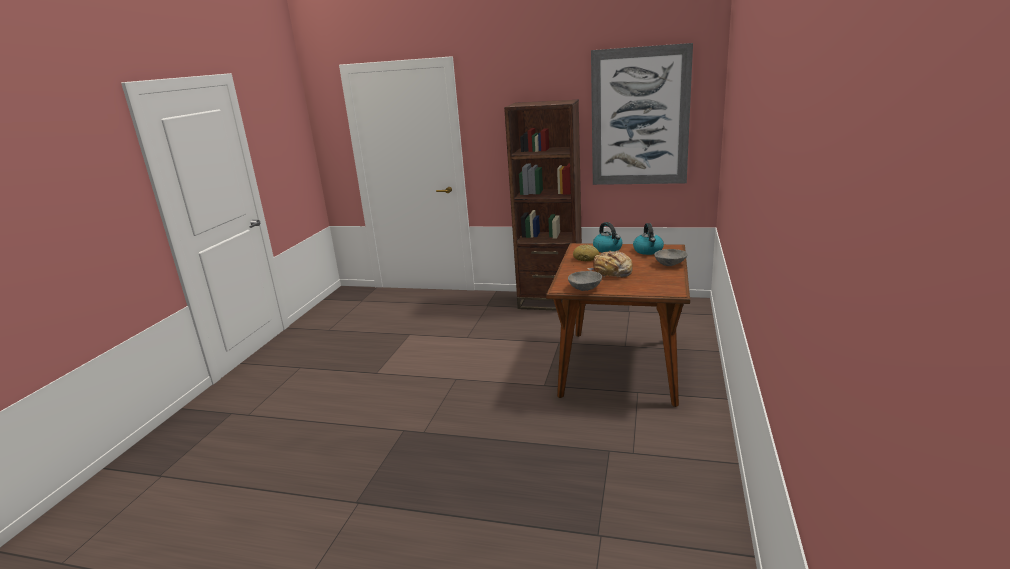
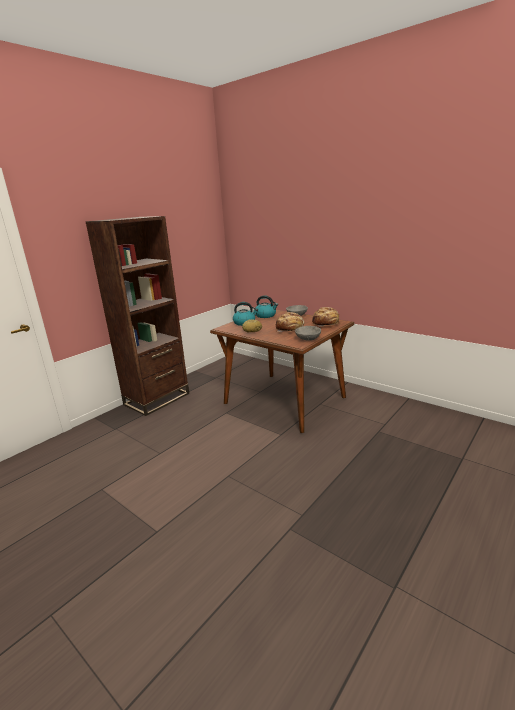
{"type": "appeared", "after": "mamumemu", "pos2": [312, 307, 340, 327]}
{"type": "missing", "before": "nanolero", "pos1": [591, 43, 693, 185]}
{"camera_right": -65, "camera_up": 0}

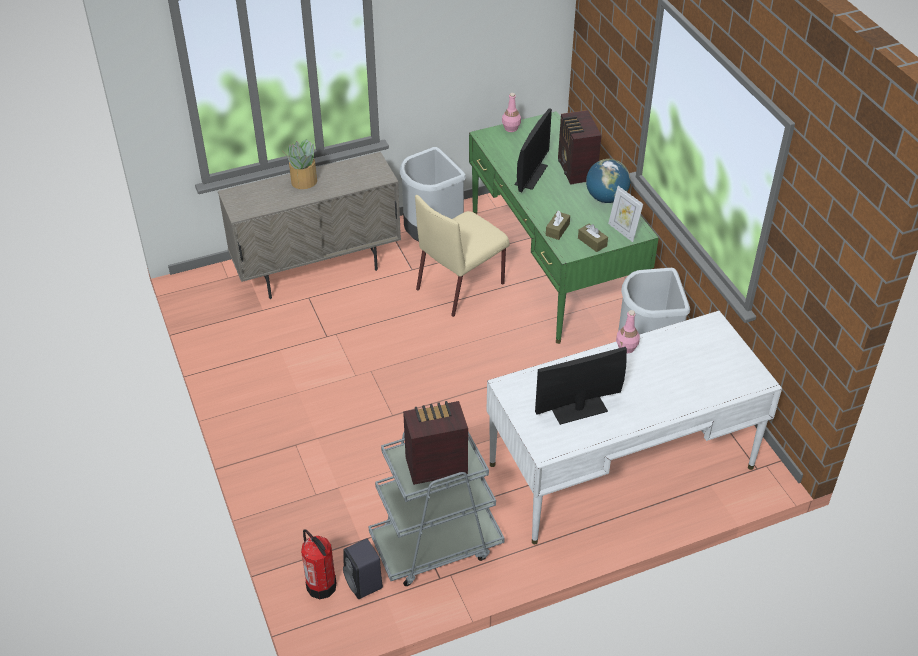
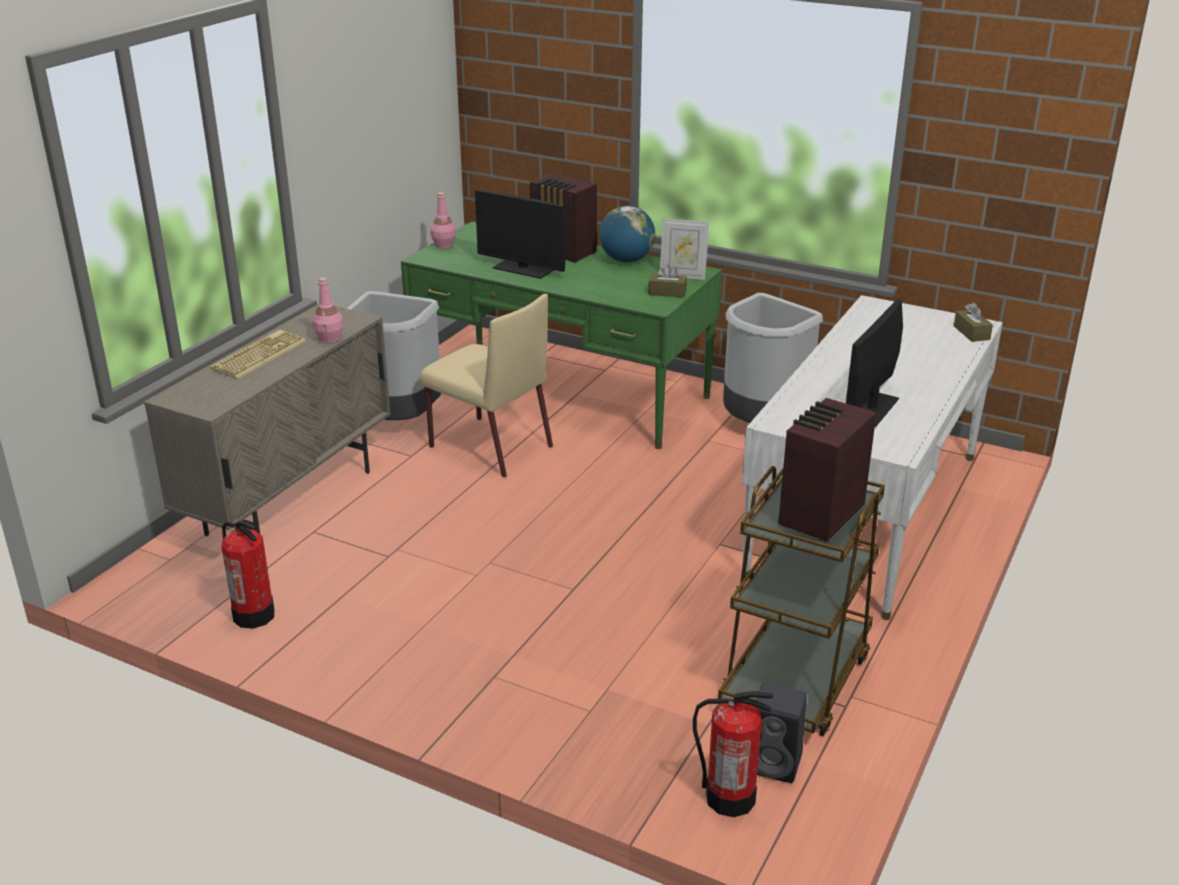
{"type": "exchanged", "before": "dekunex", "after": "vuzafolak", "pos1": [283, 139, 317, 189], "pos2": [210, 330, 306, 379]}
{"type": "appeared", "after": "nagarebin", "pos2": [222, 521, 275, 629]}
{"type": "relocated", "before": "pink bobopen", "pos1": [616, 310, 640, 353], "pos2": [312, 277, 344, 343]}
{"type": "spun", "before": "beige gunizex", "pos1": [415, 195, 510, 317], "pos2": [419, 294, 553, 477], "turn": -60}
{"type": "spun", "before": "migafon", "pos1": [514, 108, 552, 192], "pos2": [475, 189, 566, 279], "turn": 135}
{"type": "colour", "before": "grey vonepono", "after": "brown vonepono", "pos1": [368, 432, 505, 586], "pos2": [718, 466, 885, 736]}
{"type": "relocated", "before": "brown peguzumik", "pos1": [546, 210, 570, 240], "pos2": [954, 303, 993, 342]}
{"camera_right": -40, "camera_up": -15}

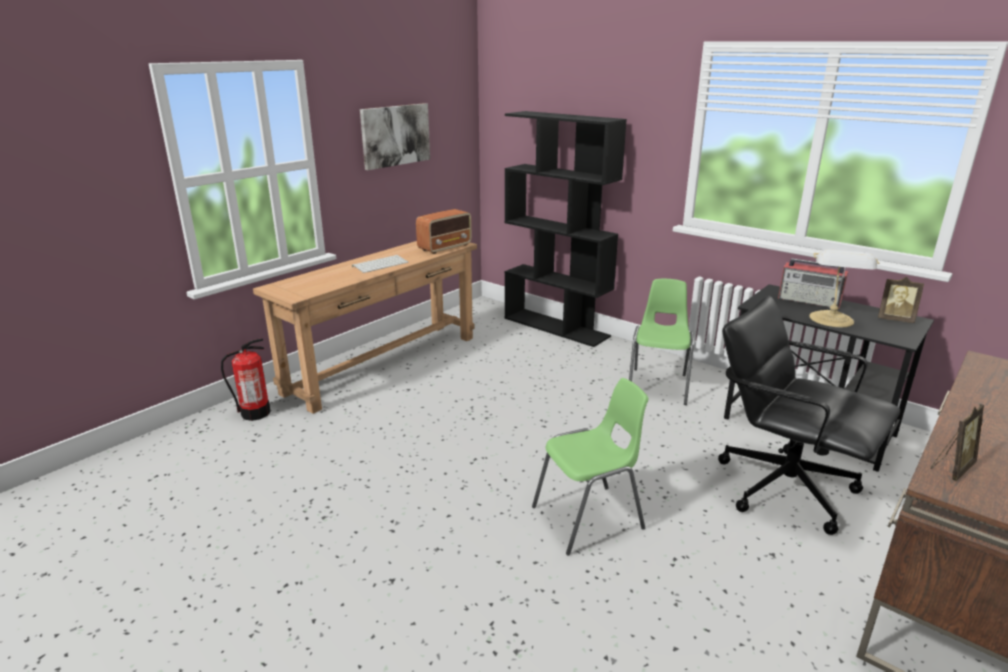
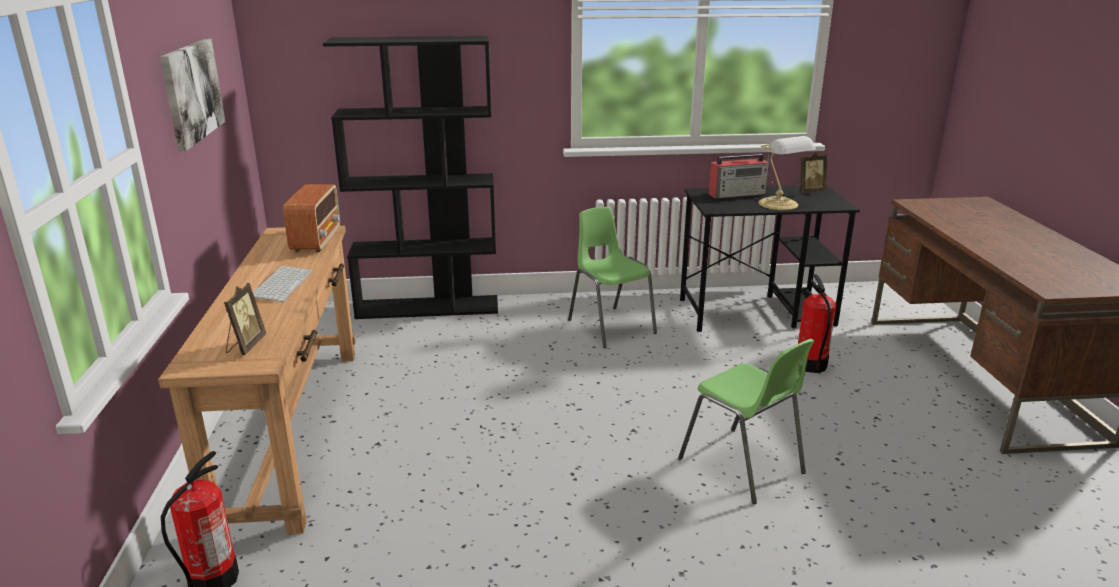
{"type": "relocated", "before": "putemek", "pos1": [930, 404, 984, 481], "pos2": [224, 283, 266, 355]}
{"type": "spun", "before": "green gunizex", "pos1": [532, 378, 648, 556], "pos2": [678, 339, 815, 504], "turn": 120}
{"type": "exchanged", "before": "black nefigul", "after": "nagarebin", "pos1": [718, 295, 900, 535], "pos2": [798, 274, 836, 373]}
{"camera_right": -45, "camera_up": 0}

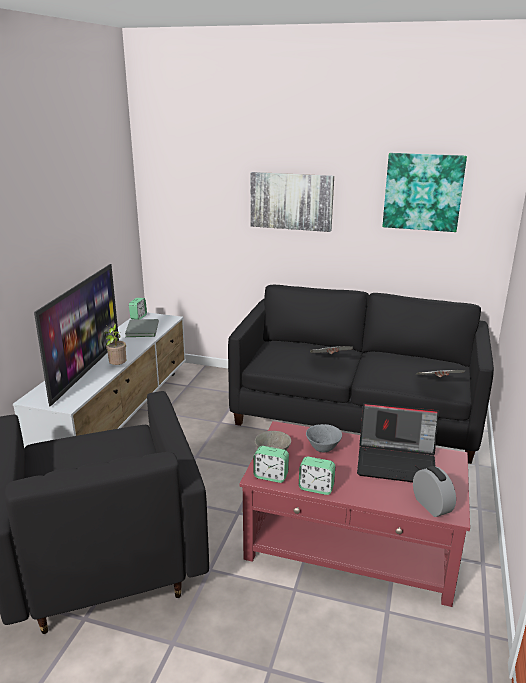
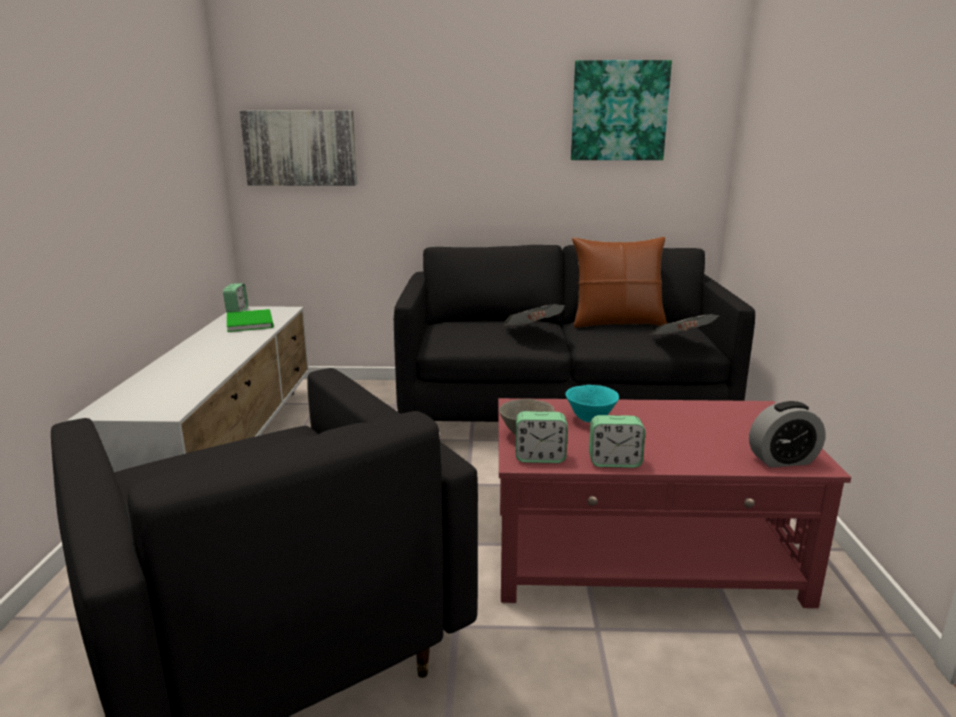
{"type": "colour", "before": "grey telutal", "after": "green telutal", "pos1": [125, 319, 159, 337], "pos2": [227, 309, 274, 332]}
{"type": "relocated", "before": "nanolero", "pos1": [250, 172, 334, 232], "pos2": [239, 111, 357, 186]}
{"type": "colour", "before": "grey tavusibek", "after": "turquoise tavusibek", "pos1": [306, 424, 342, 452], "pos2": [565, 385, 619, 422]}
{"type": "appeared", "after": "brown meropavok", "pos2": [572, 237, 667, 328]}
{"type": "spun", "before": "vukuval", "pos1": [413, 466, 456, 517], "pos2": [749, 401, 825, 468], "turn": 120}
{"type": "missing", "before": "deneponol", "pos1": [34, 264, 119, 406]}
{"type": "missing", "before": "dekunex", "pos1": [104, 324, 126, 365]}
{"type": "missing", "before": "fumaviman", "pos1": [357, 403, 439, 482]}
{"camera_right": -15, "camera_up": -5}

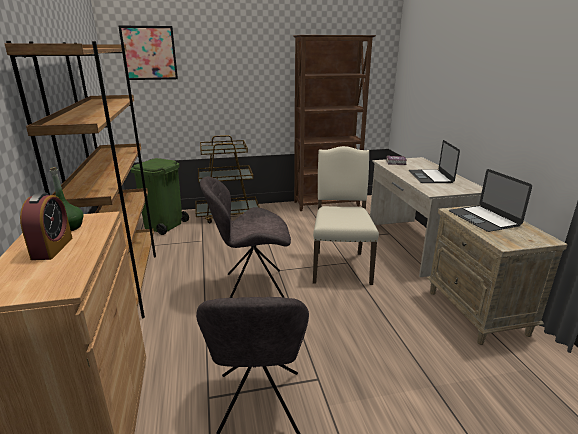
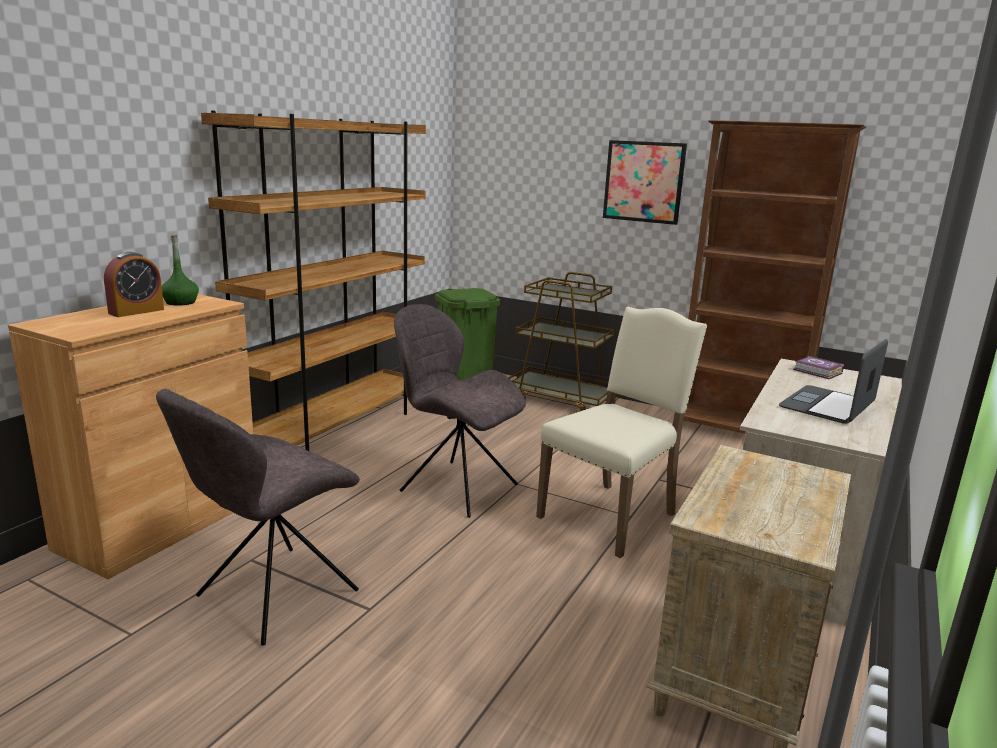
{"type": "relocated", "before": "nanolero", "pos1": [118, 26, 178, 80], "pos2": [603, 140, 687, 225]}
{"type": "missing", "before": "fumaviman", "pos1": [449, 169, 532, 232]}
{"camera_right": 40, "camera_up": -5}

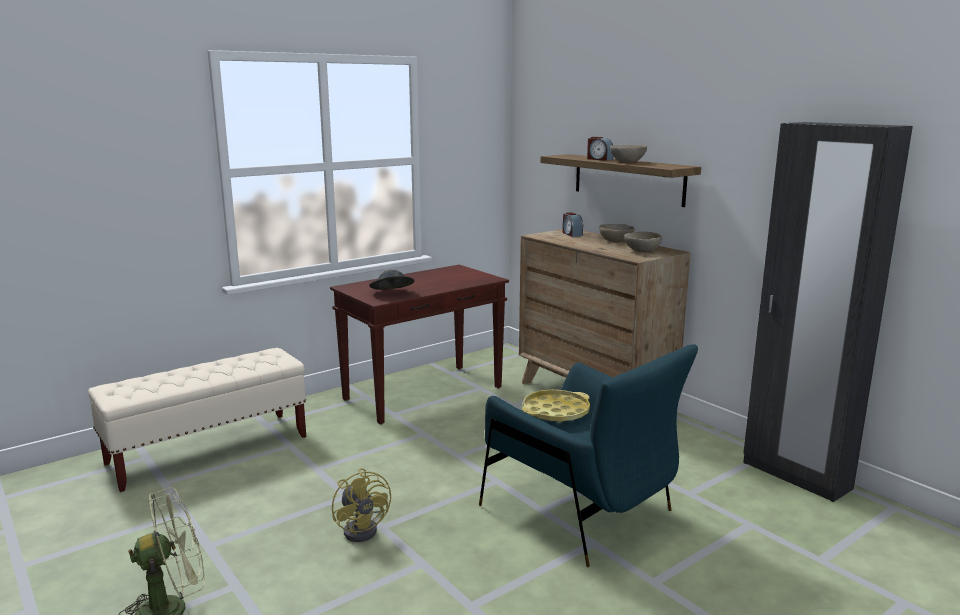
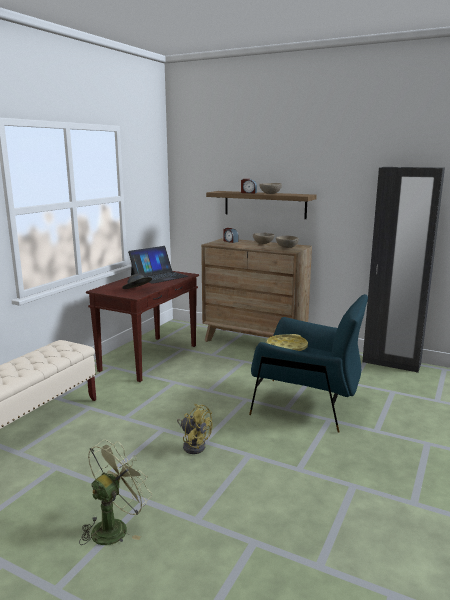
{"type": "appeared", "after": "fumaviman", "pos2": [128, 246, 188, 284]}
{"camera_right": -25, "camera_up": 0}

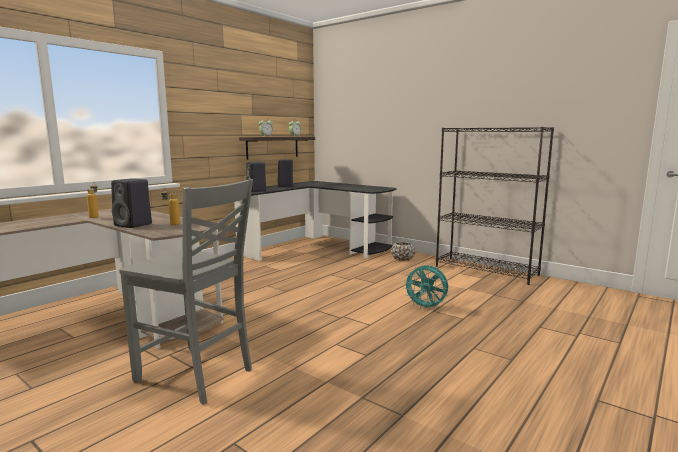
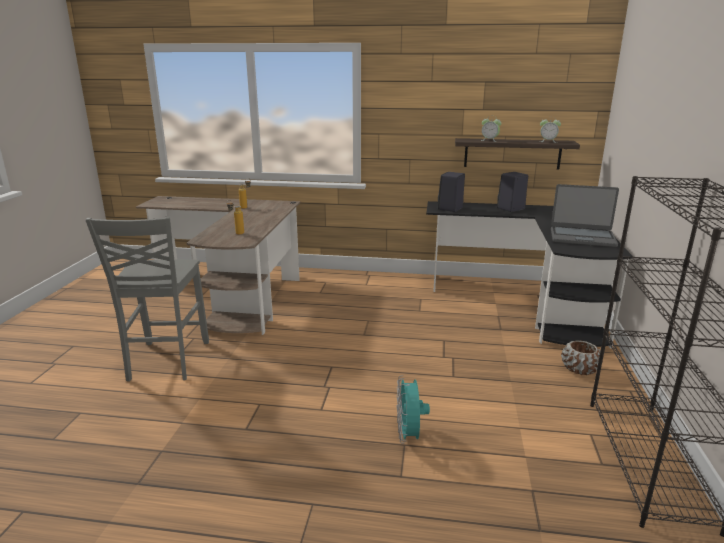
{"type": "appeared", "after": "fumaviman", "pos2": [551, 184, 619, 247]}
{"type": "missing", "before": "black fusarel", "pos1": [111, 178, 152, 228]}
{"camera_right": 60, "camera_up": 10}

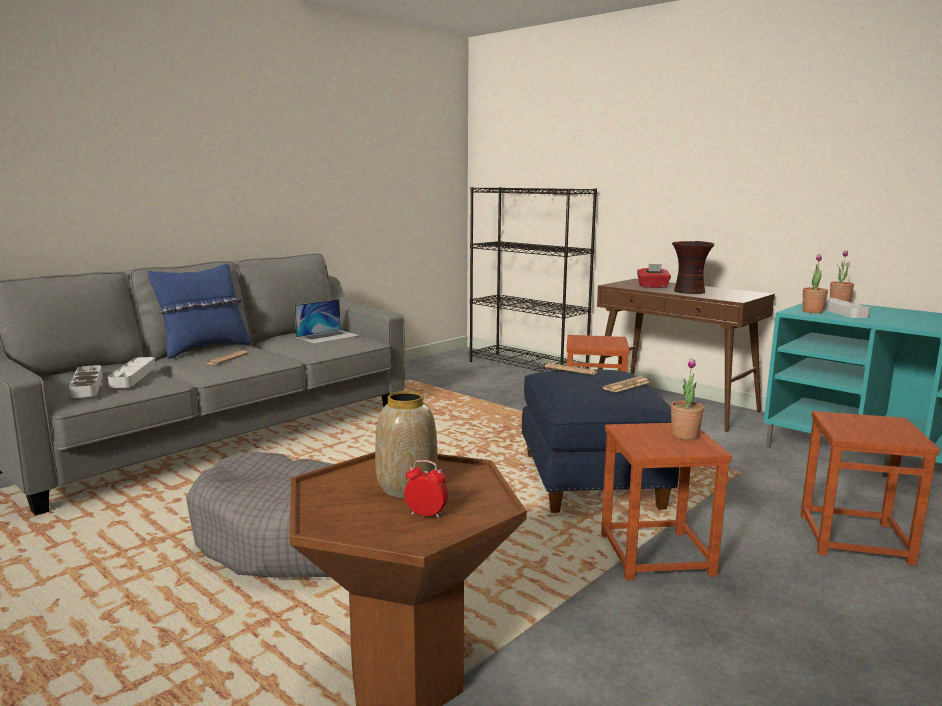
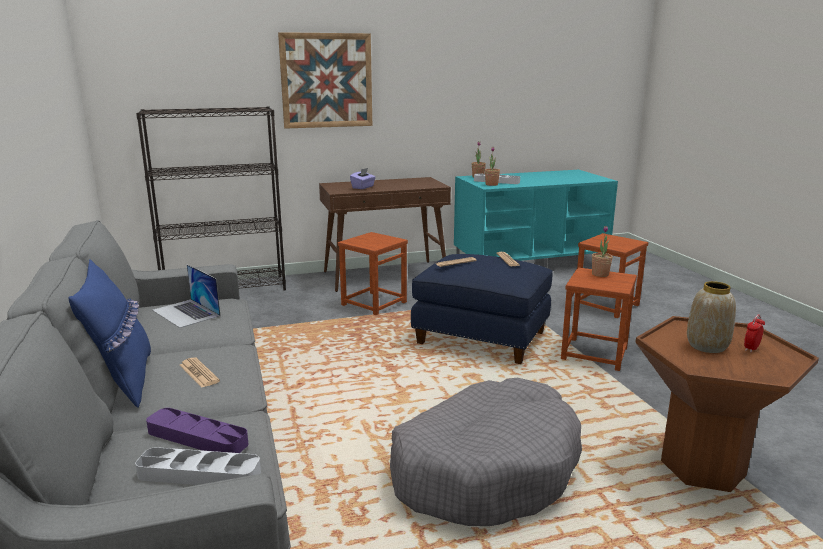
{"type": "colour", "before": "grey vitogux", "after": "purple vitogux", "pos1": [108, 357, 156, 388], "pos2": [146, 408, 248, 453]}
{"type": "spun", "before": "fumaviman", "pos1": [295, 299, 360, 344], "pos2": [152, 264, 220, 328], "turn": 150}
{"type": "appeared", "after": "nanolero", "pos2": [278, 32, 372, 129]}
{"type": "colour", "before": "red peguzumik", "after": "purple peguzumik", "pos1": [637, 264, 671, 288], "pos2": [350, 168, 376, 189]}
{"type": "missing", "before": "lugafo", "pos1": [672, 241, 715, 294]}
{"camera_right": -60, "camera_up": 5}

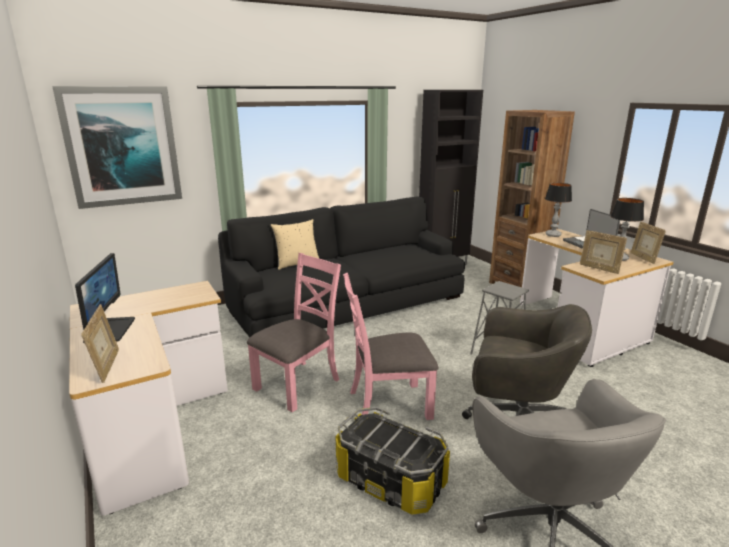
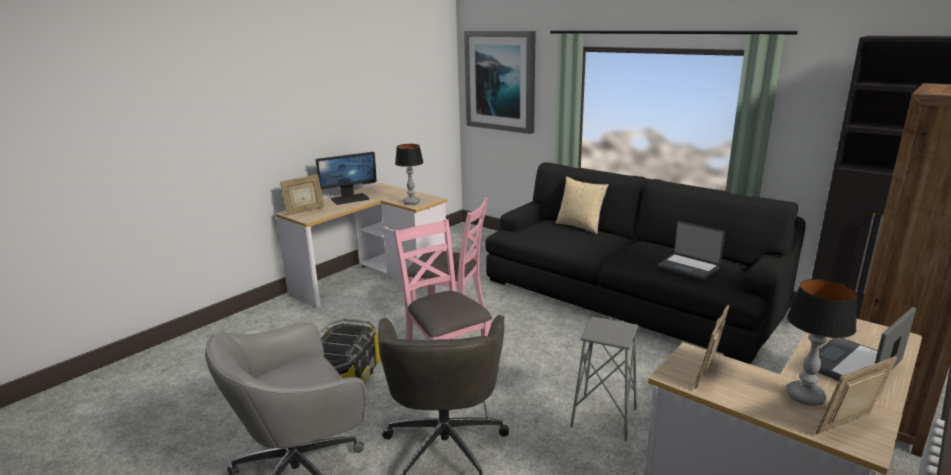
{"type": "relocated", "before": "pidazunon", "pos1": [545, 183, 572, 237], "pos2": [395, 144, 424, 205]}
{"type": "appeared", "after": "fumaviman", "pos2": [657, 221, 725, 280]}
{"camera_right": 70, "camera_up": 0}

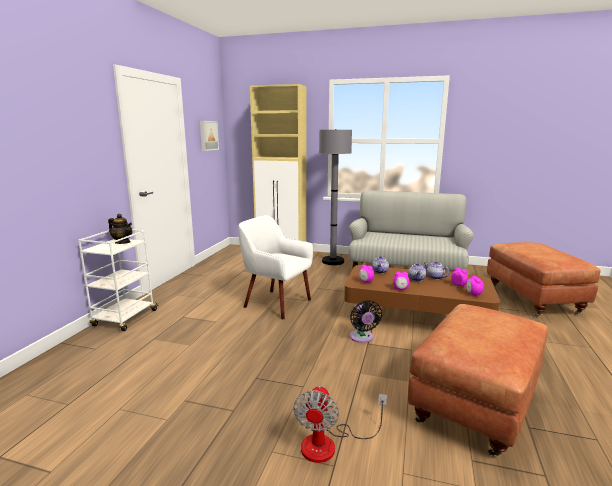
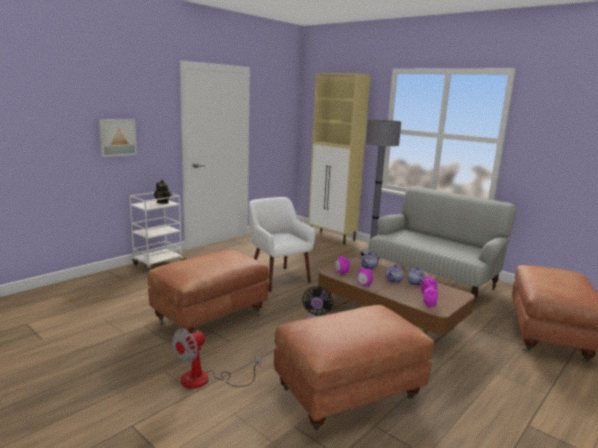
{"type": "relocated", "before": "nanolero", "pos1": [200, 121, 219, 151], "pos2": [98, 119, 137, 157]}
{"type": "appeared", "after": "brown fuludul", "pos2": [147, 250, 269, 334]}
{"camera_right": 25, "camera_up": 0}

